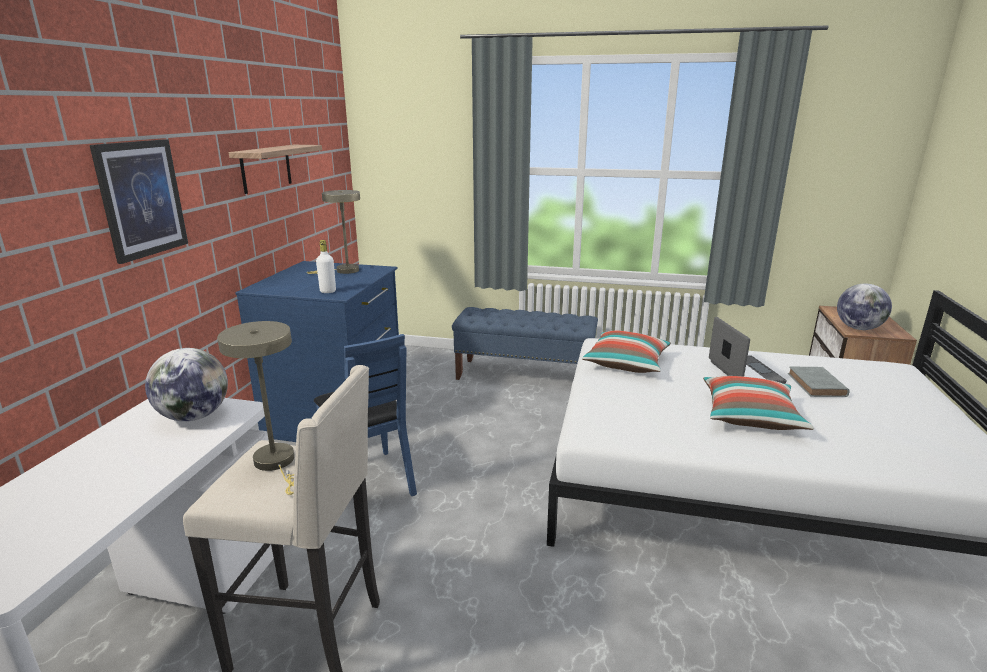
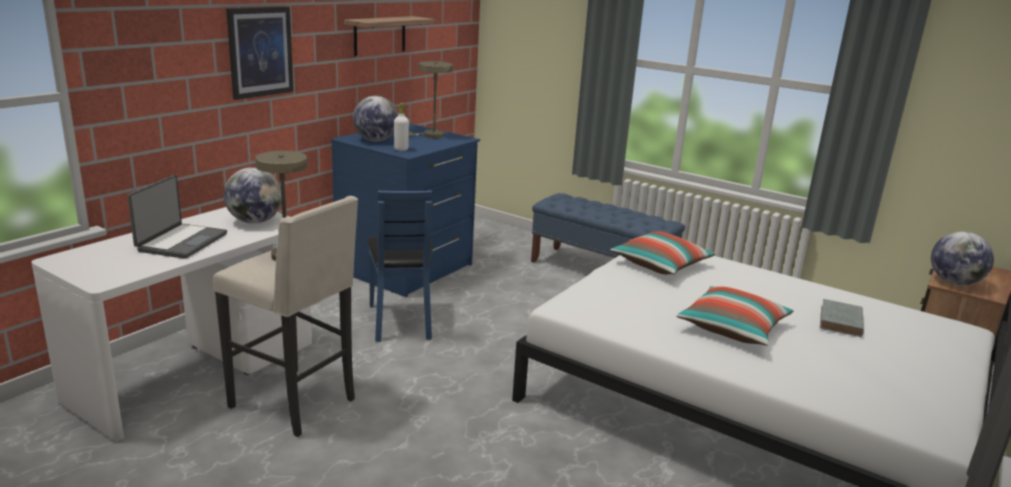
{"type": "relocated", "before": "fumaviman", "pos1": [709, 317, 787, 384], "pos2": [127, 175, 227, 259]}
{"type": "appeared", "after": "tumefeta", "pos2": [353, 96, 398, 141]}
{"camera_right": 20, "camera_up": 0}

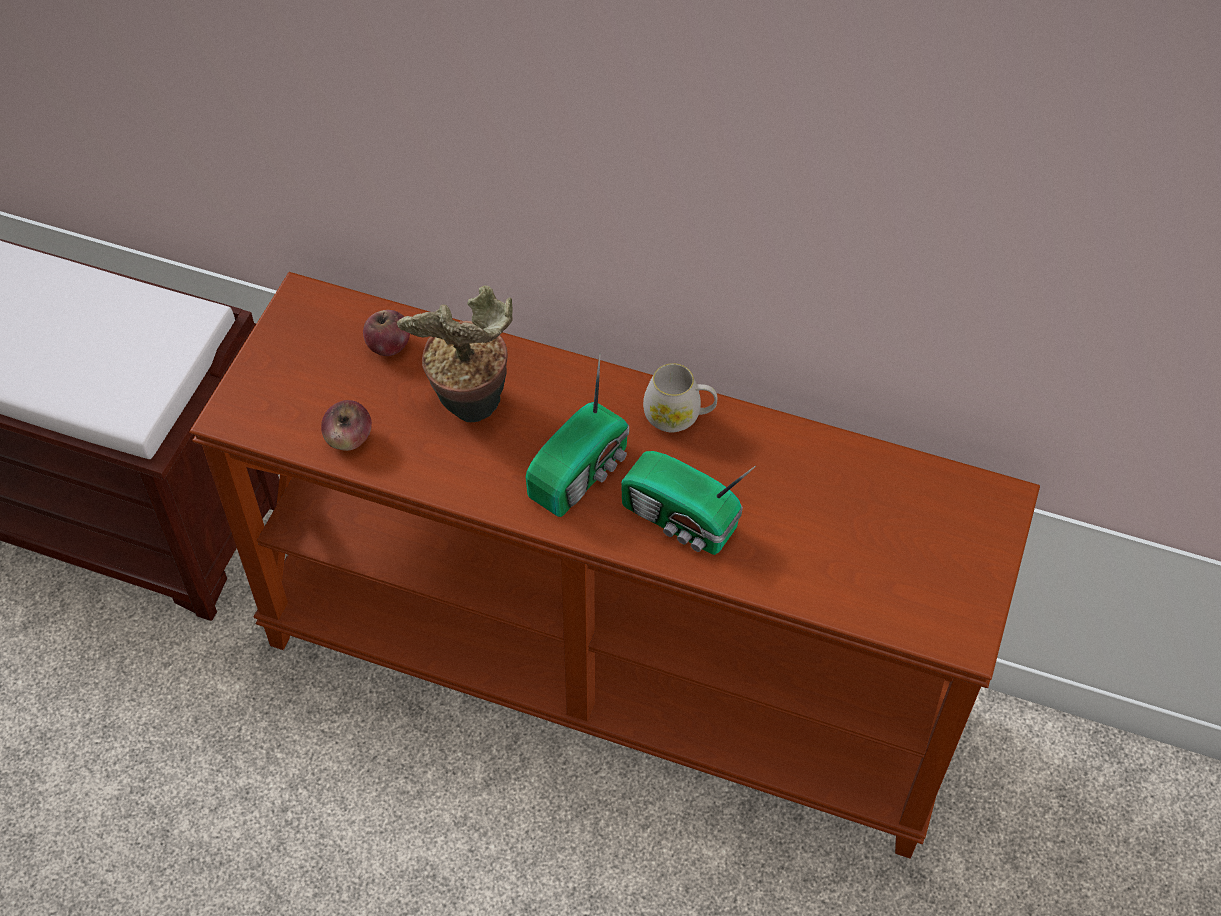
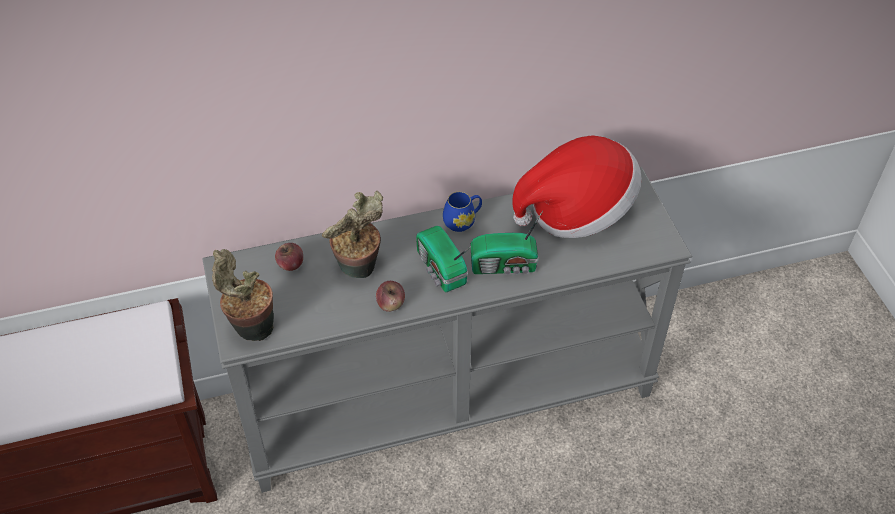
{"type": "colour", "before": "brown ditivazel", "after": "grey ditivazel", "pos1": [189, 272, 1040, 859], "pos2": [202, 167, 692, 493]}
{"type": "appeared", "after": "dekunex", "pos2": [212, 249, 274, 341]}
{"type": "relocated", "before": "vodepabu", "pos1": [321, 400, 372, 451], "pos2": [376, 281, 405, 312]}
{"type": "spun", "before": "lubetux", "pos1": [525, 354, 629, 517], "pos2": [416, 226, 470, 292], "turn": 150}
{"type": "colour", "before": "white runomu", "after": "blue runomu", "pos1": [643, 363, 717, 432], "pos2": [443, 192, 482, 232]}
{"type": "appeared", "after": "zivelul", "pos2": [512, 135, 642, 238]}
{"camera_right": -35, "camera_up": -5}

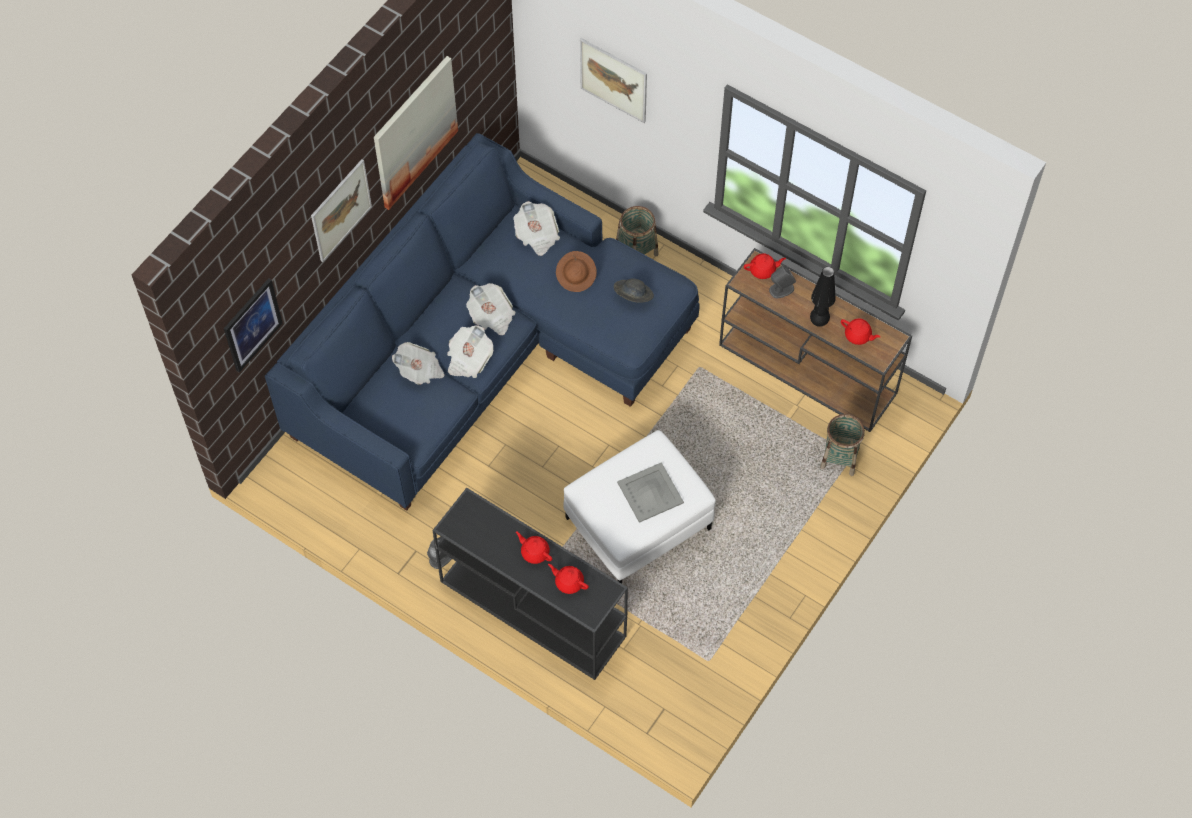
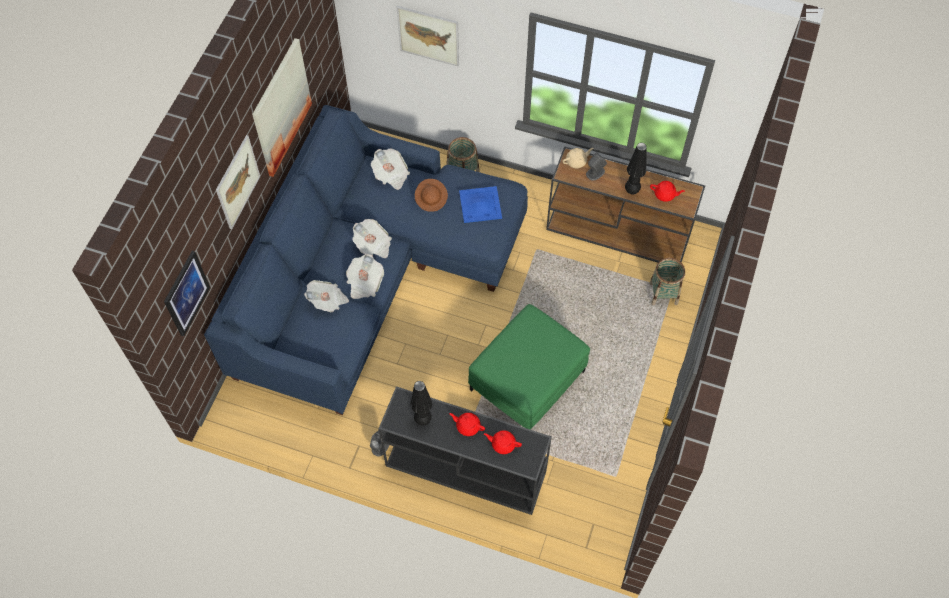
{"type": "appeared", "after": "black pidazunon", "pos2": [410, 381, 432, 426]}
{"type": "exchanged", "before": "grey zivelul", "after": "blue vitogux", "pos1": [614, 278, 654, 303], "pos2": [459, 186, 502, 223]}
{"type": "colour", "before": "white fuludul", "after": "green fuludul", "pos1": [564, 430, 716, 584], "pos2": [468, 304, 590, 430]}
{"type": "colour", "before": "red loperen", "after": "beige loperen", "pos1": [744, 253, 786, 279], "pos2": [563, 148, 593, 168]}
{"type": "missing", "before": "grey vitogux", "pos1": [617, 462, 684, 523]}
{"camera_right": -15, "camera_up": 0}

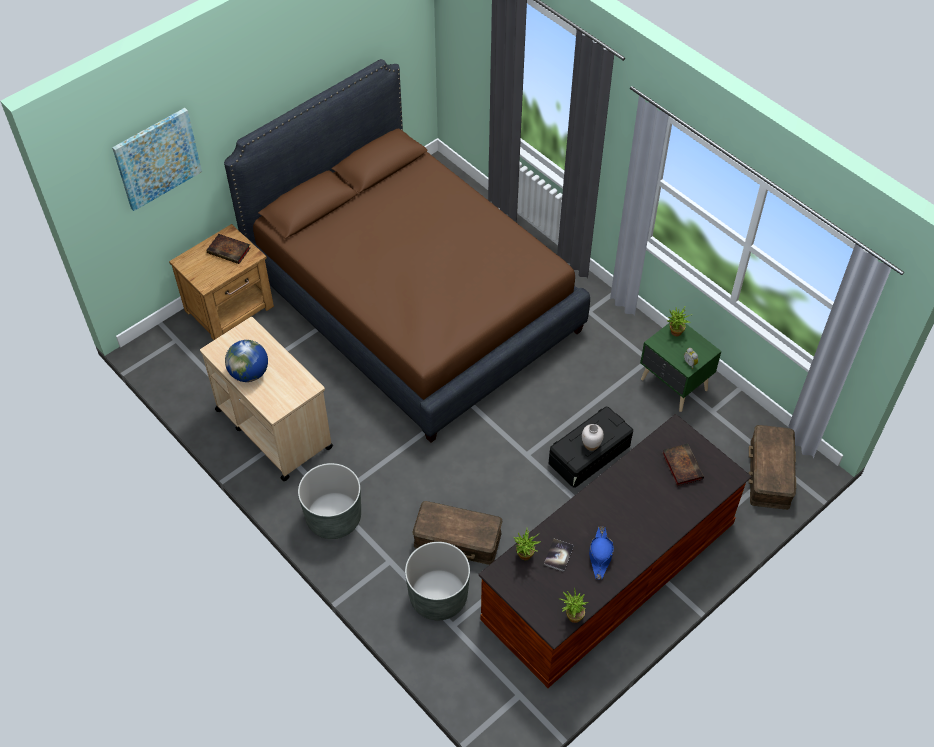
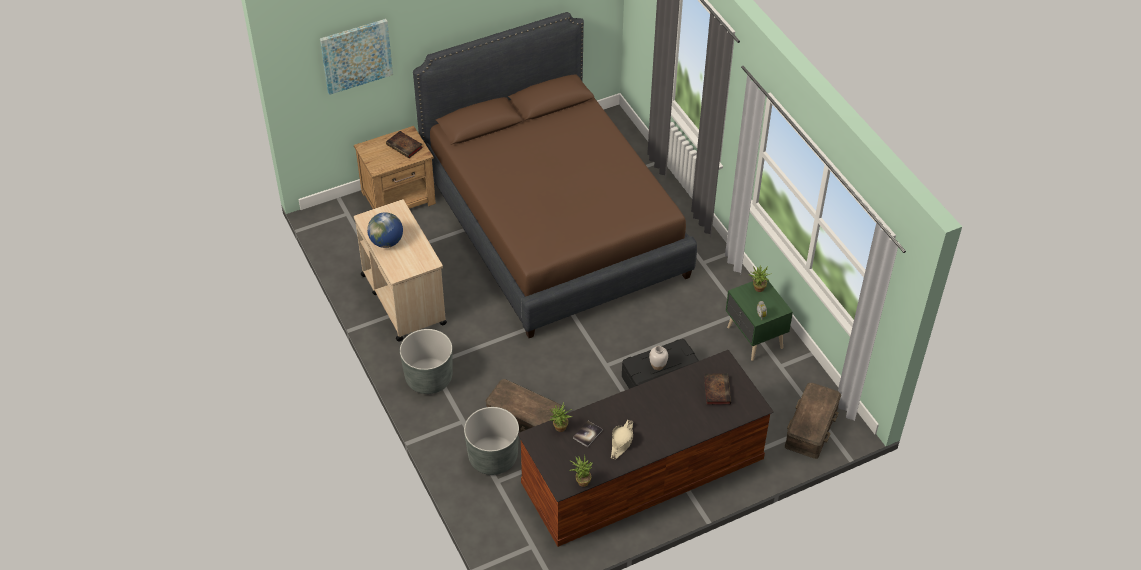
{"type": "colour", "before": "blue zivelul", "after": "beige zivelul", "pos1": [589, 527, 614, 580], "pos2": [611, 420, 633, 459]}
{"camera_right": 15, "camera_up": -5}

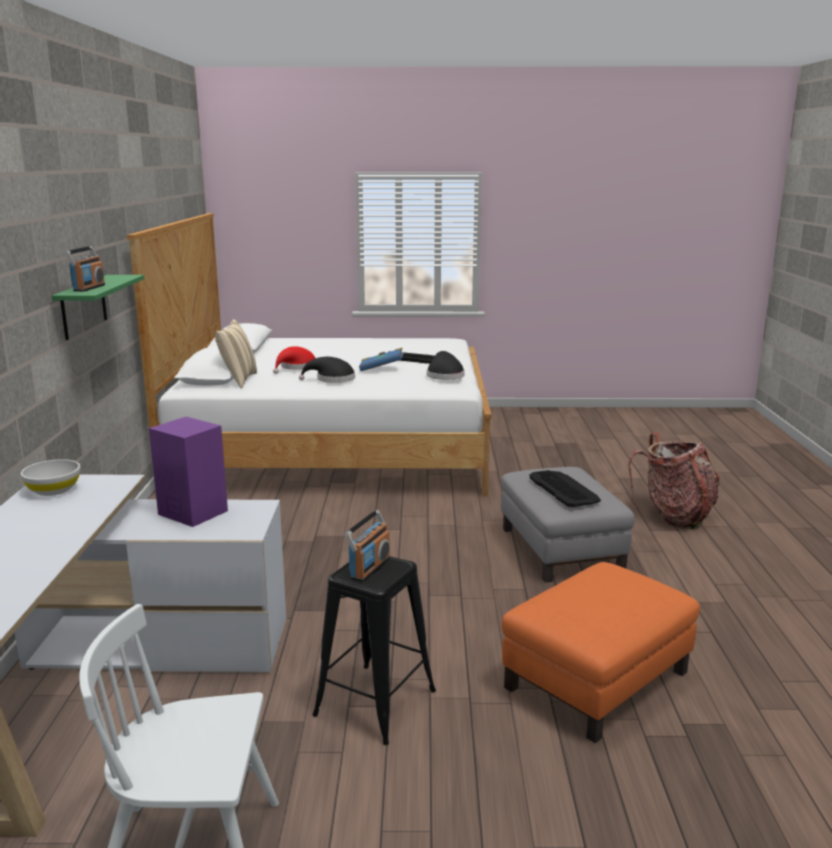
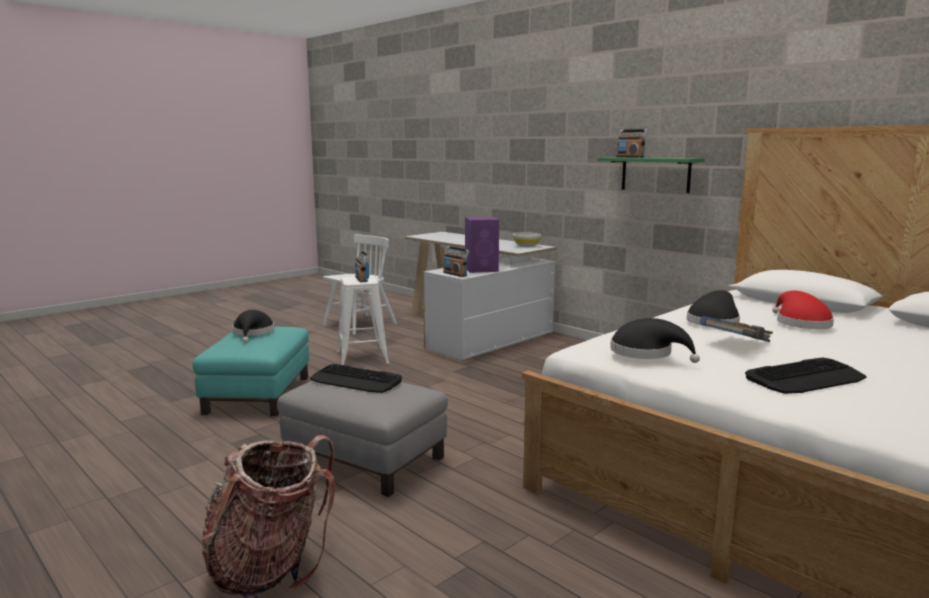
{"type": "colour", "before": "orange fuludul", "after": "turquoise fuludul", "pos1": [501, 562, 700, 743], "pos2": [192, 326, 309, 416]}
{"type": "appeared", "after": "black zivelul", "pos2": [232, 310, 274, 343]}
{"type": "colour", "before": "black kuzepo", "after": "white kuzepo", "pos1": [312, 556, 436, 745], "pos2": [337, 276, 389, 365]}
{"type": "appeared", "after": "lubetux", "pos2": [443, 246, 469, 277]}
{"type": "missing", "before": "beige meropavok", "pos1": [215, 319, 257, 388]}
{"camera_right": 135, "camera_up": -5}

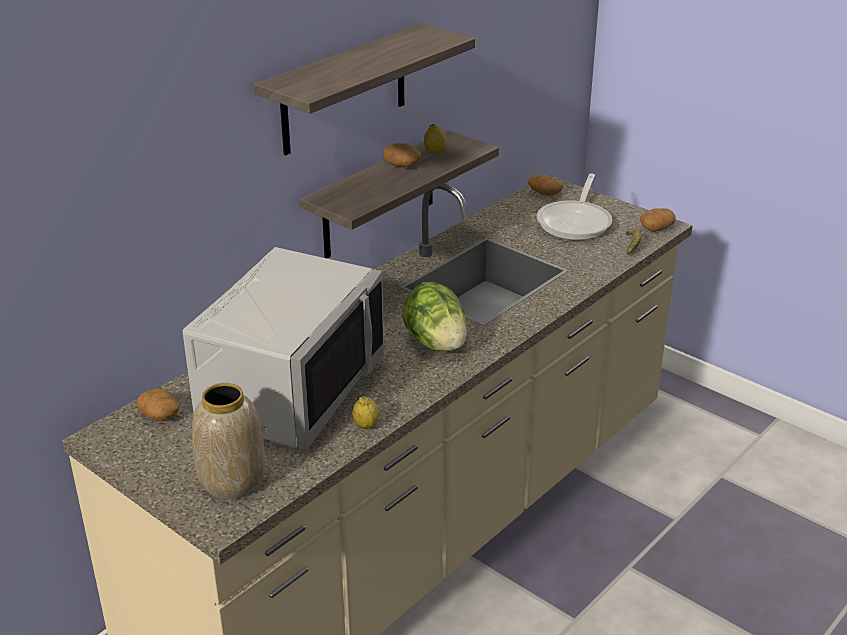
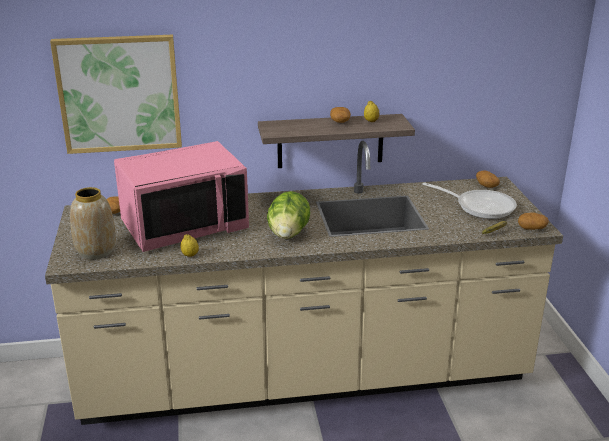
{"type": "appeared", "after": "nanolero", "pos2": [50, 35, 182, 154]}
{"type": "colour", "before": "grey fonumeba", "after": "pink fonumeba", "pos1": [183, 247, 384, 451], "pos2": [114, 141, 249, 252]}
{"type": "spun", "before": "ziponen", "pos1": [537, 174, 612, 240], "pos2": [422, 182, 517, 219], "turn": -120}
{"type": "missing", "before": "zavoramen", "pos1": [254, 23, 475, 155]}
{"camera_right": 40, "camera_up": -5}

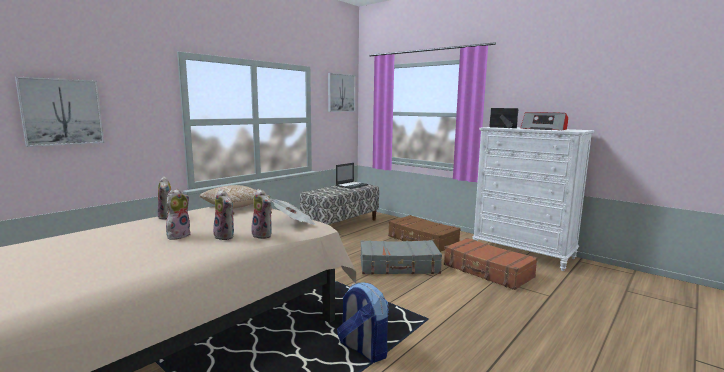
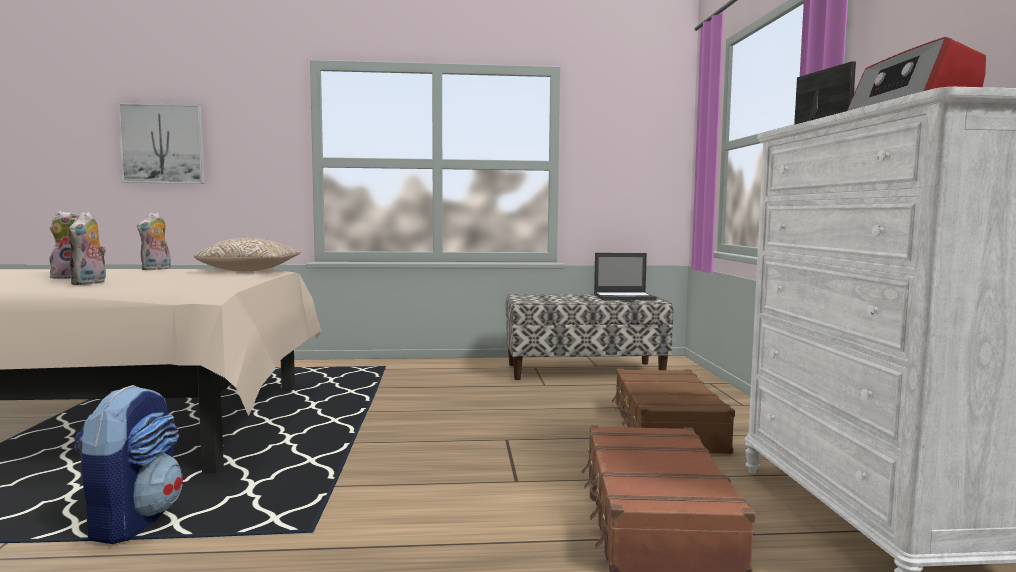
{"type": "missing", "before": "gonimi", "pos1": [251, 189, 272, 239]}
{"type": "missing", "before": "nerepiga", "pos1": [270, 199, 316, 225]}
{"type": "missing", "before": "nanolero", "pos1": [328, 73, 356, 112]}
{"type": "missing", "before": "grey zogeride", "pos1": [360, 240, 442, 275]}
{"camera_right": 45, "camera_up": -5}

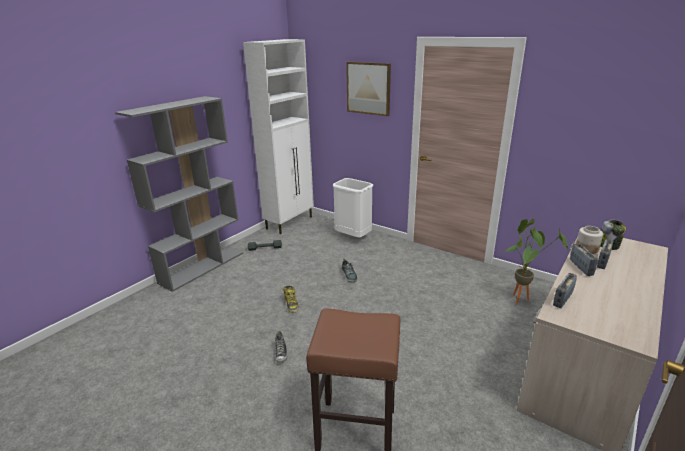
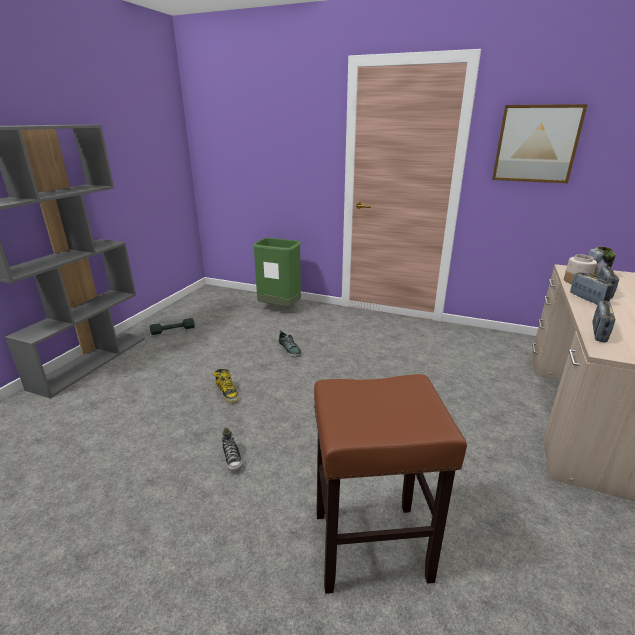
{"type": "colour", "before": "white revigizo", "after": "green revigizo", "pos1": [332, 178, 373, 237], "pos2": [253, 238, 301, 306]}
{"type": "relocated", "before": "nanolero", "pos1": [346, 62, 391, 116], "pos2": [492, 104, 588, 183]}
{"type": "missing", "before": "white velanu", "pos1": [243, 39, 314, 234]}
{"type": "missing", "before": "dekunex", "pos1": [505, 219, 568, 304]}
{"camera_right": -15, "camera_up": 0}

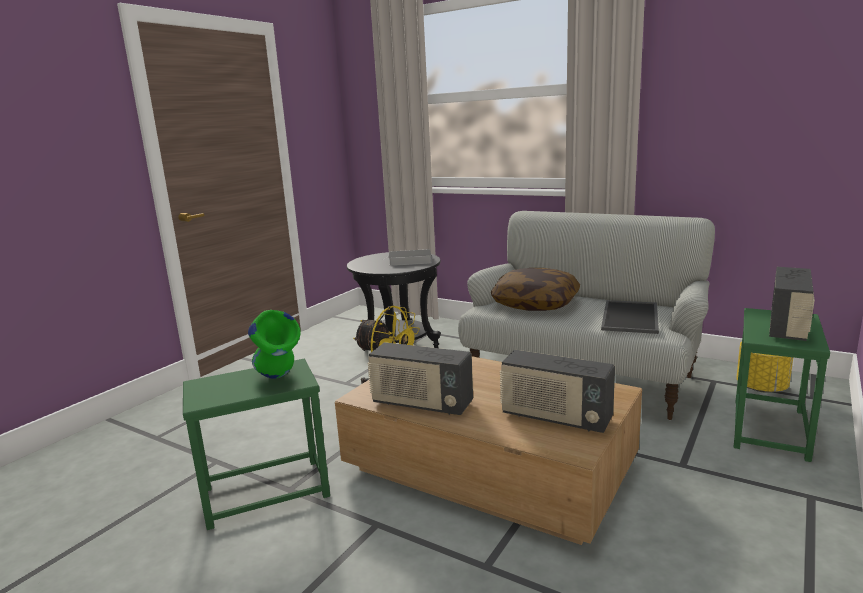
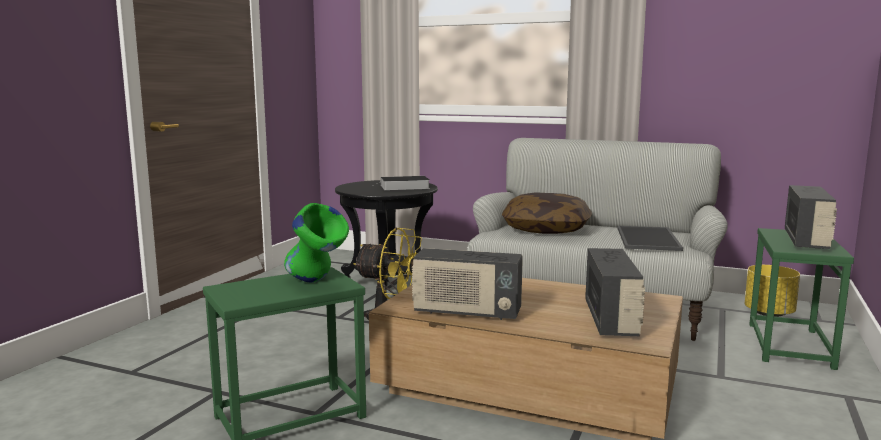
{"type": "spun", "before": "lubetux", "pos1": [500, 350, 615, 433], "pos2": [585, 248, 645, 336], "turn": -105}
{"camera_right": -10, "camera_up": -5}

